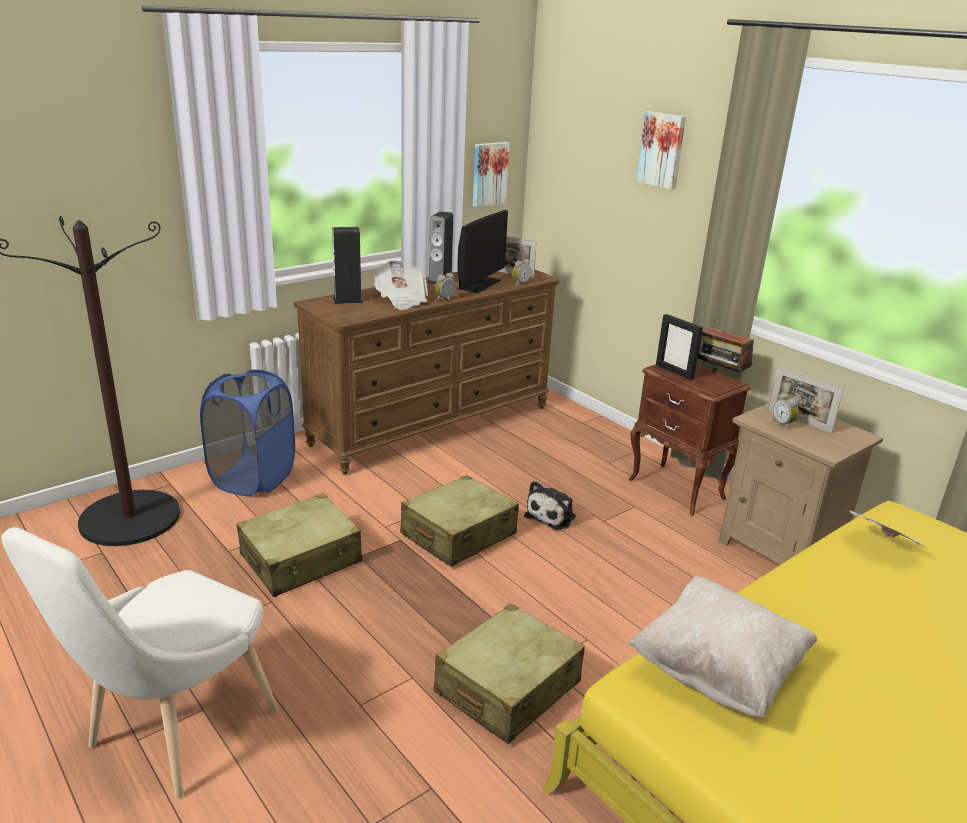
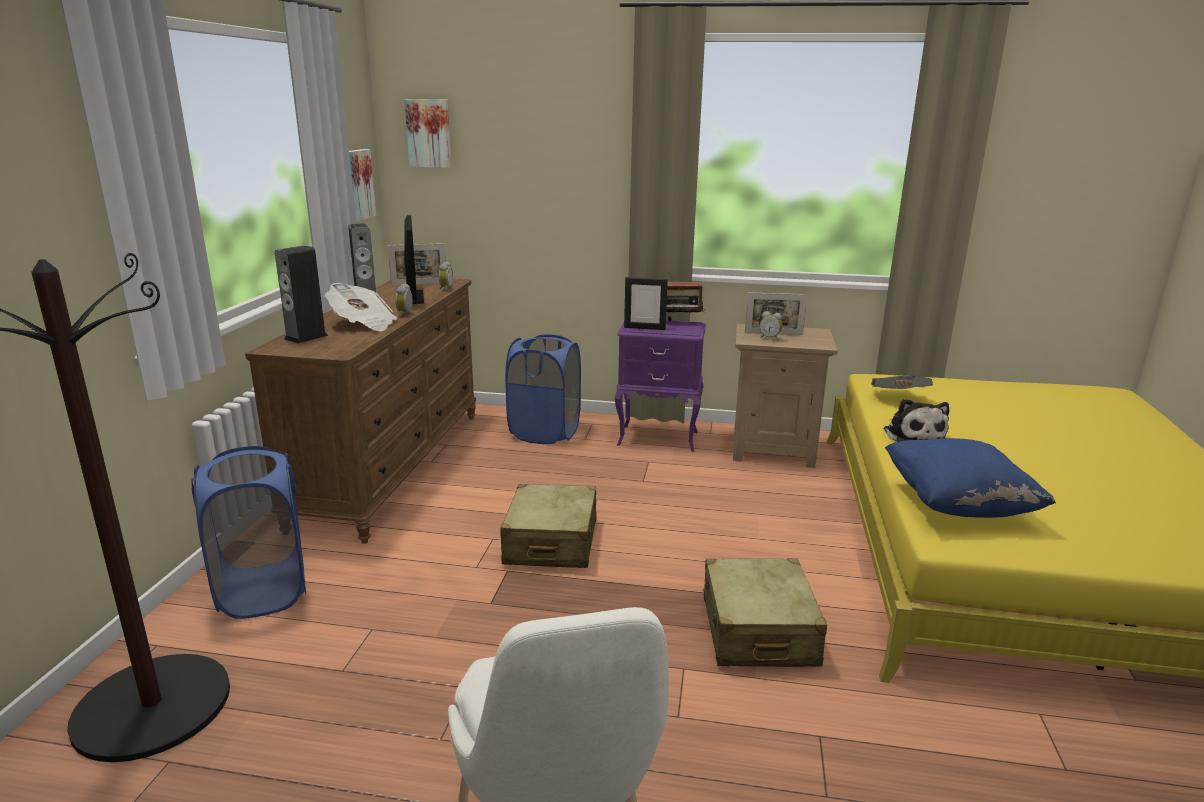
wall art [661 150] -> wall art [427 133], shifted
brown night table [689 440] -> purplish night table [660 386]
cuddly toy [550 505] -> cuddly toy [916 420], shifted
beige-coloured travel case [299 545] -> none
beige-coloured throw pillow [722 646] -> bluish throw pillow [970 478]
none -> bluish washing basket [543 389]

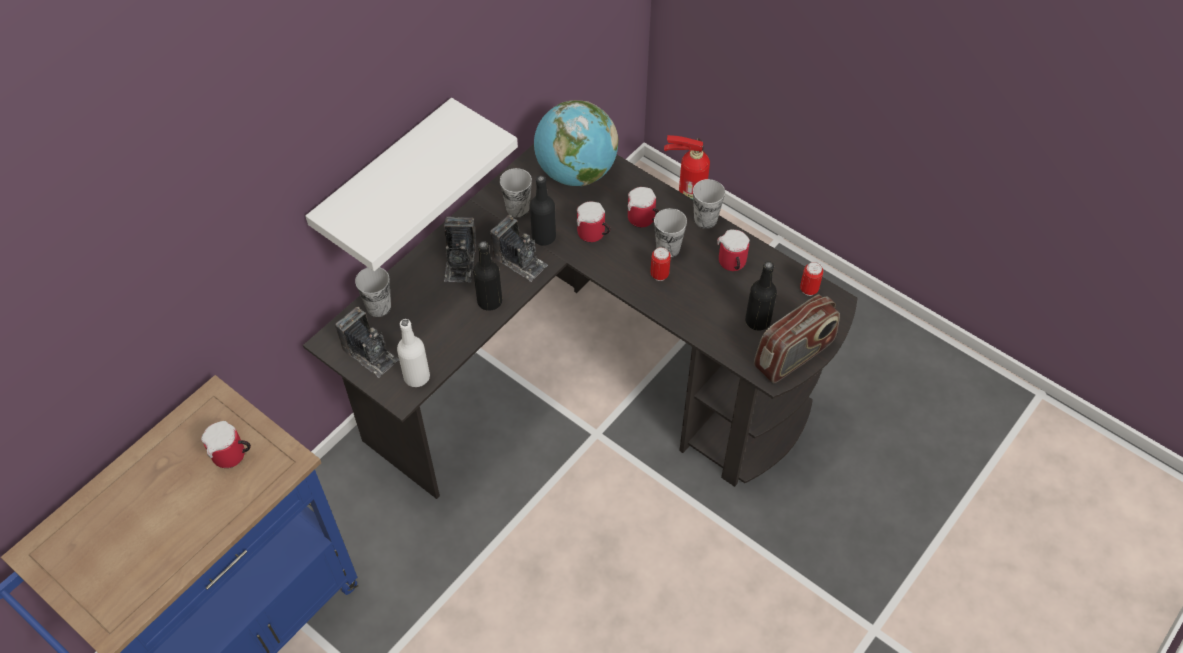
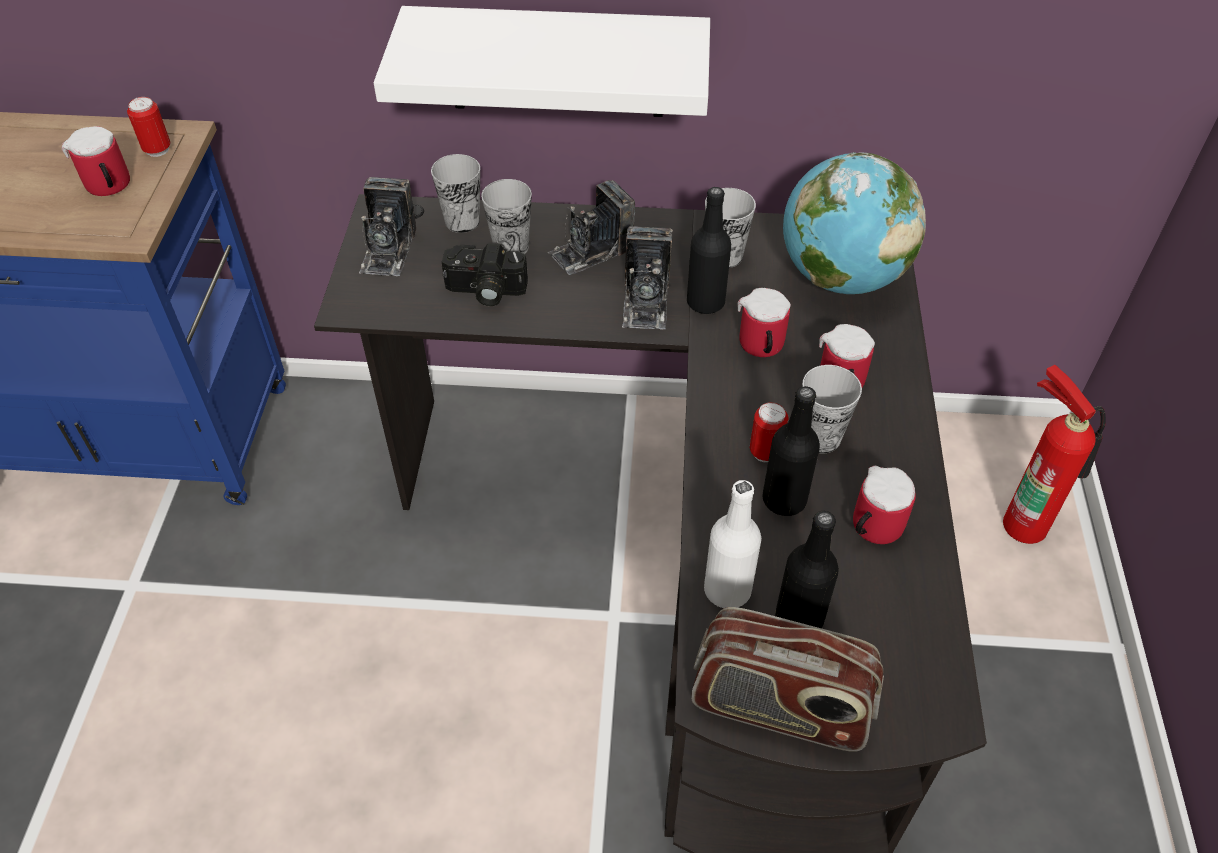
drinking cup [709 204] -> drinking cup [506 216], shifted
black-coloured drink bottle [487 276] -> black-coloured drink bottle [791 451], shifted
can [811 279] -> can [148 127], shifted
whitish drink bottle [413 353] -> whitish drink bottle [732 544], shifted
none -> photo camera [485 275]

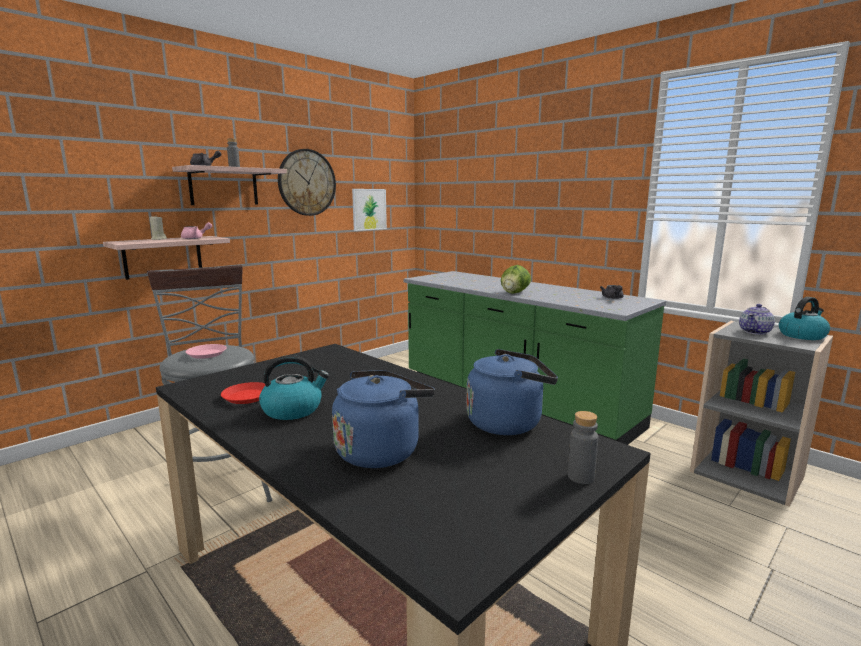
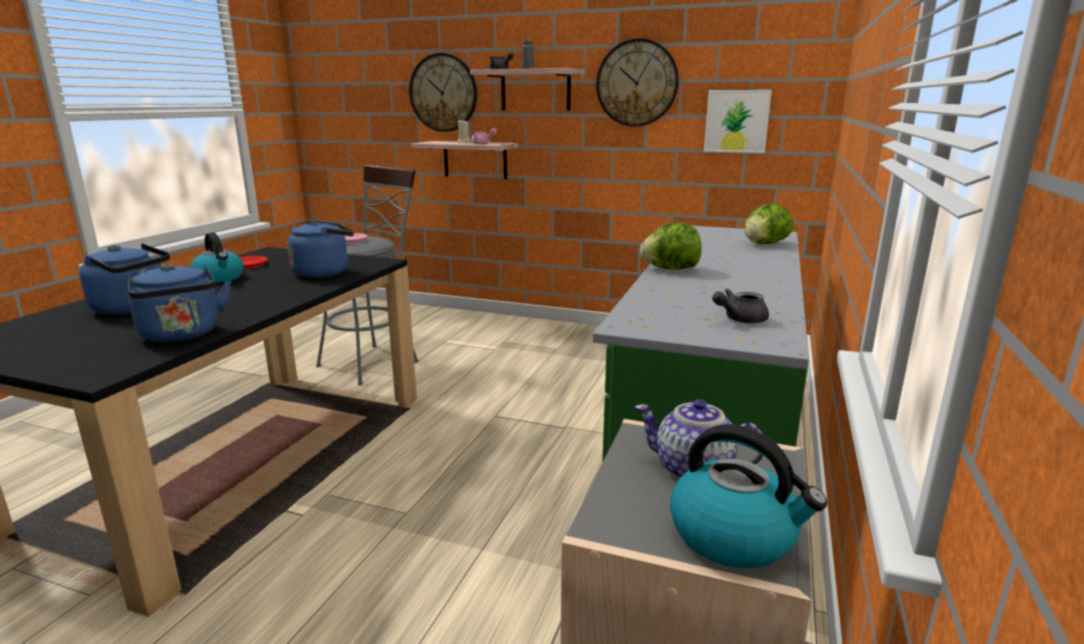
greyish drink bottle [583 447] -> none
none -> hanging clock [443 92]
none -> head of lettuce [769 223]
none -> bluish tea kettle [320 249]

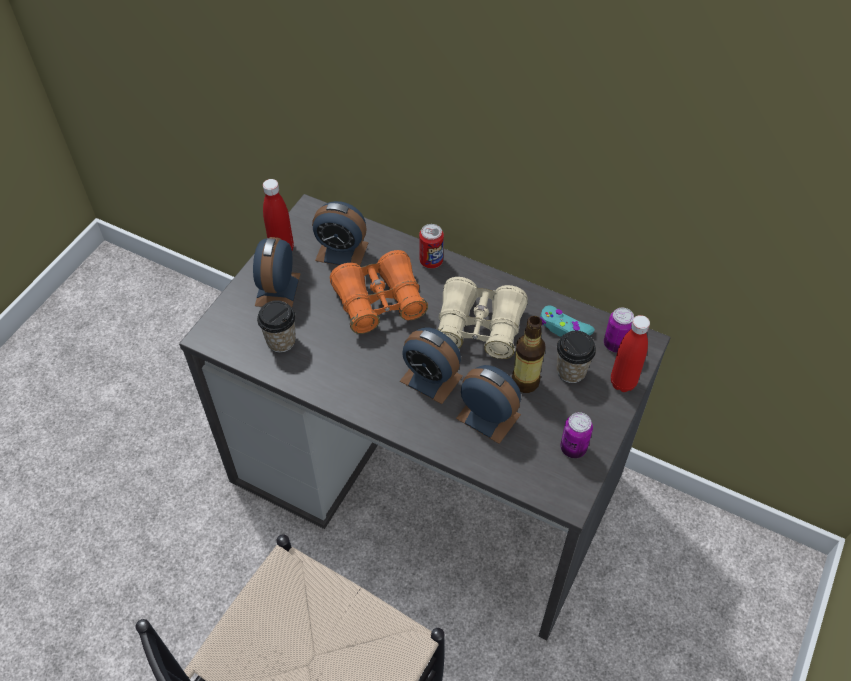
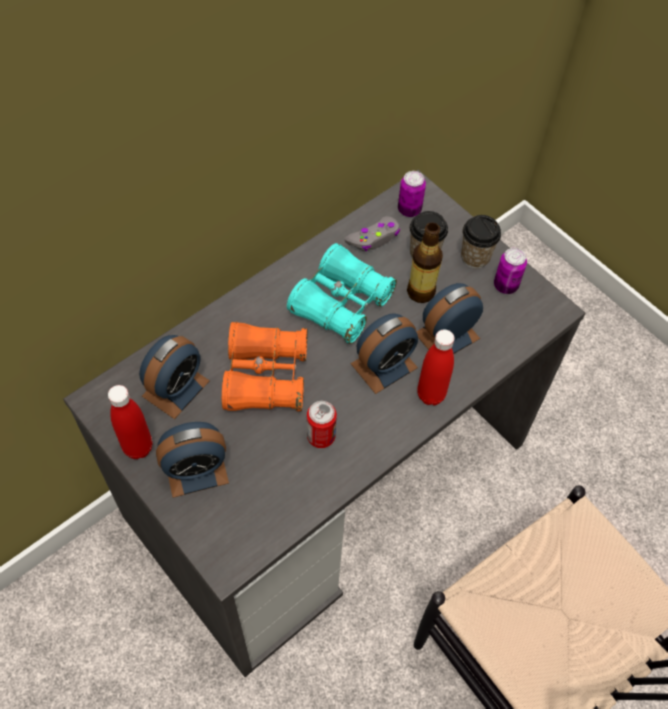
can [431 246] -> can [322 424], shifted
alarm clock [277 272] -> alarm clock [192 460], 45 degrees counterclockwise
beige-coloured binoculars [482 318] -> turquoise binoculars [342 293]
drinking cup [276 326] -> drinking cup [481 241], shifted
turquoise gamepad [567 321] -> greyish gamepad [372 234]
red-coloured drink bottle [630 353] -> red-coloured drink bottle [435 367], shifted

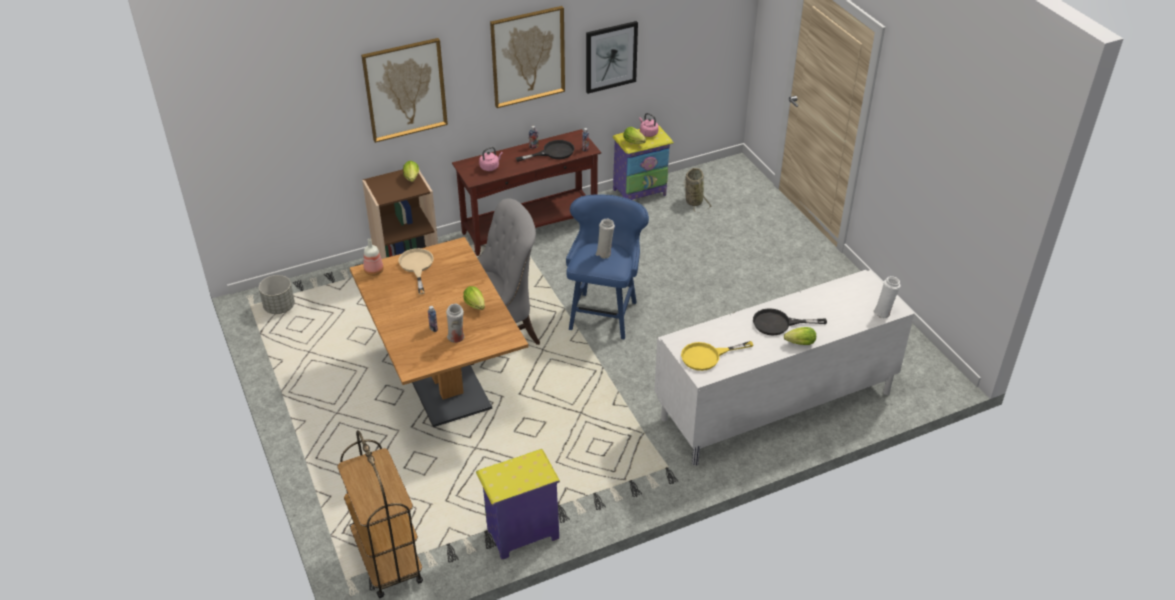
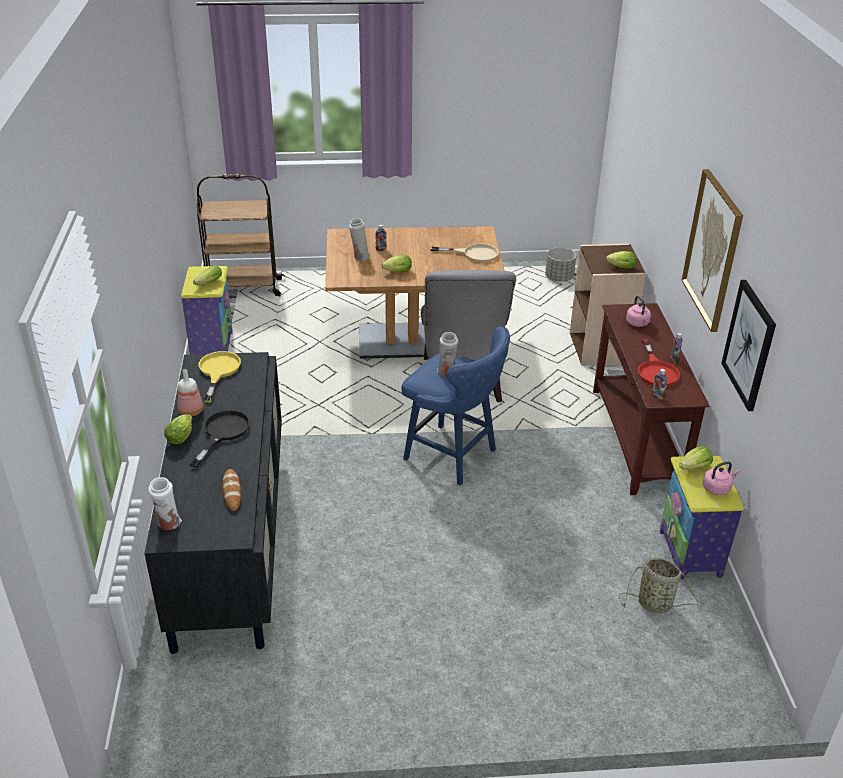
wall art [404 90] -> none
black-coloured frying pan [545 151] -> red-coloured frying pan [659 363]
drink bottle [373 257] -> drink bottle [190 392], shifted
whitish storage cabinet [784 368] -> black-coloured storage cabinet [213 503]
none -> head of lettuce [207 275]
none -> baked bread [231 490]

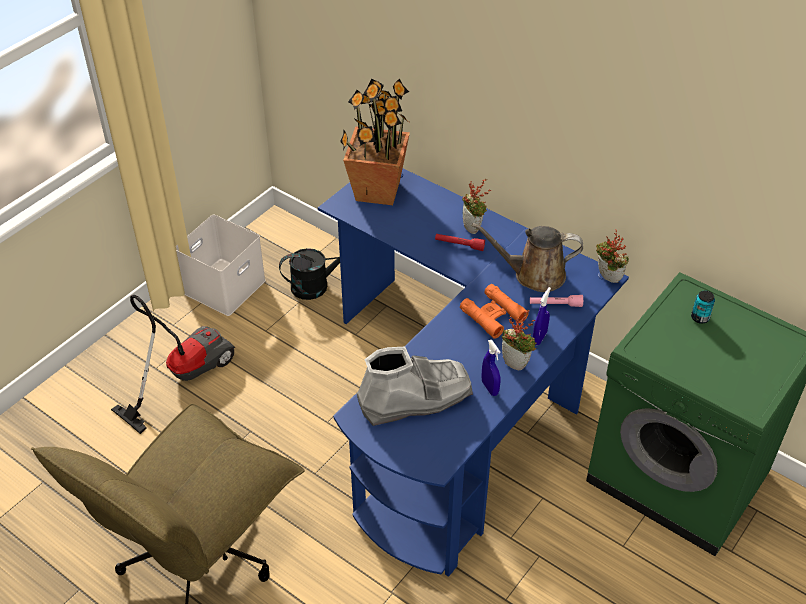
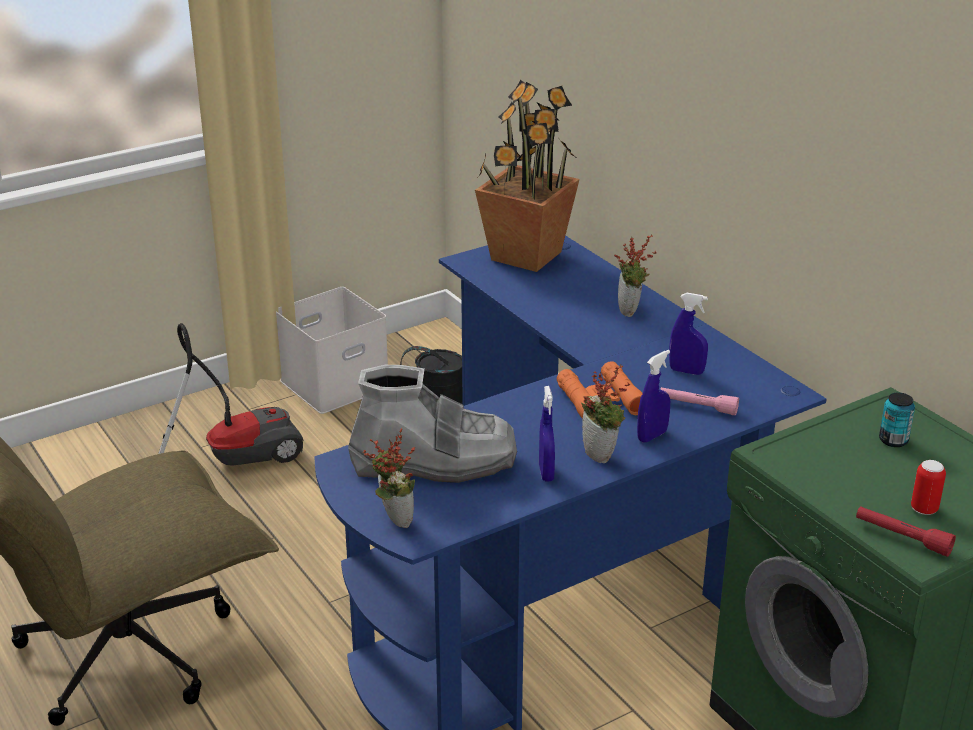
brown watering can [527 257] -> bluish spray bottle [688 334]
houseplant [612 256] -> houseplant [389 478], shifted
red-coloured hand torch [460 242] -> red-coloured hand torch [906 531], shifted
none -> can [928 487]

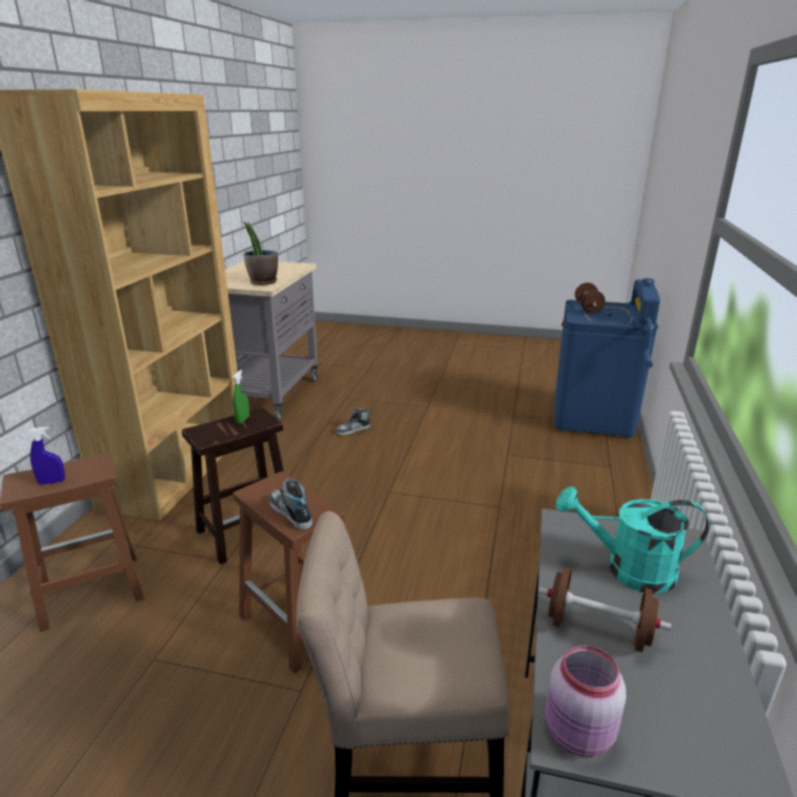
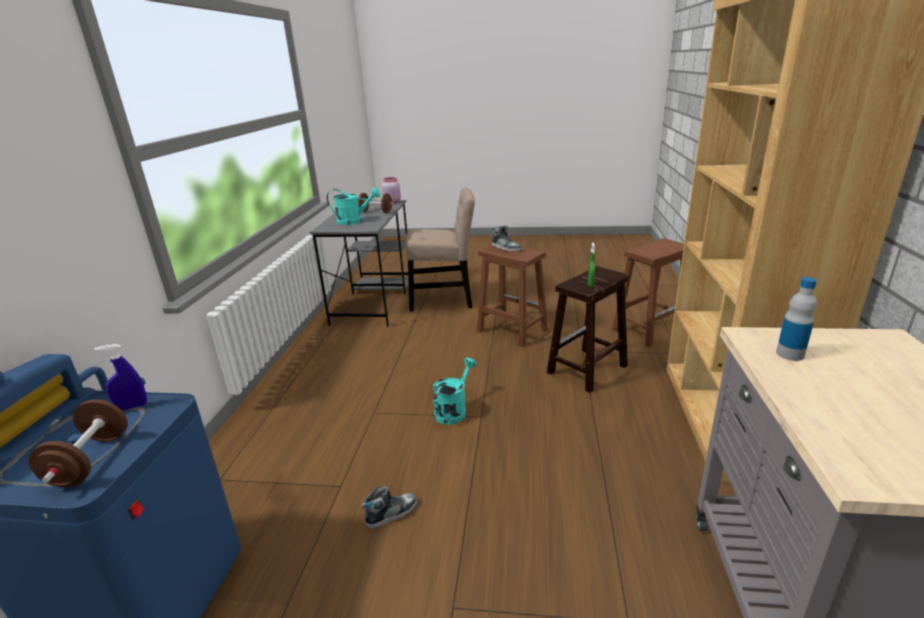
houseplant [260 253] -> drink bottle [796 319]
item of footwear [353 421] -> item of footwear [389 507], shifted
bluish spray bottle [46 456] -> bluish spray bottle [120 377], shifted
none -> turquoise watering can [455 391]

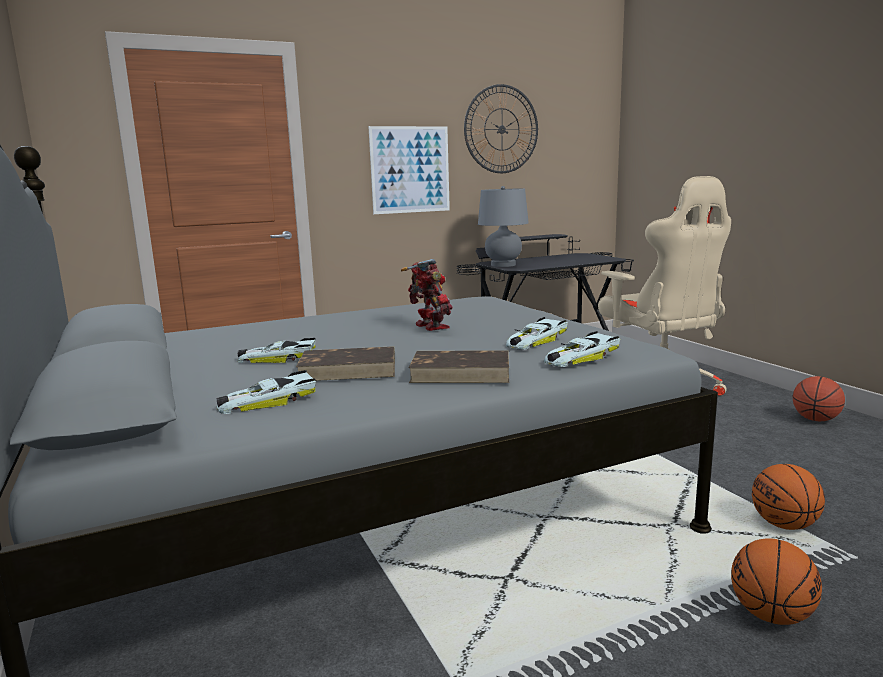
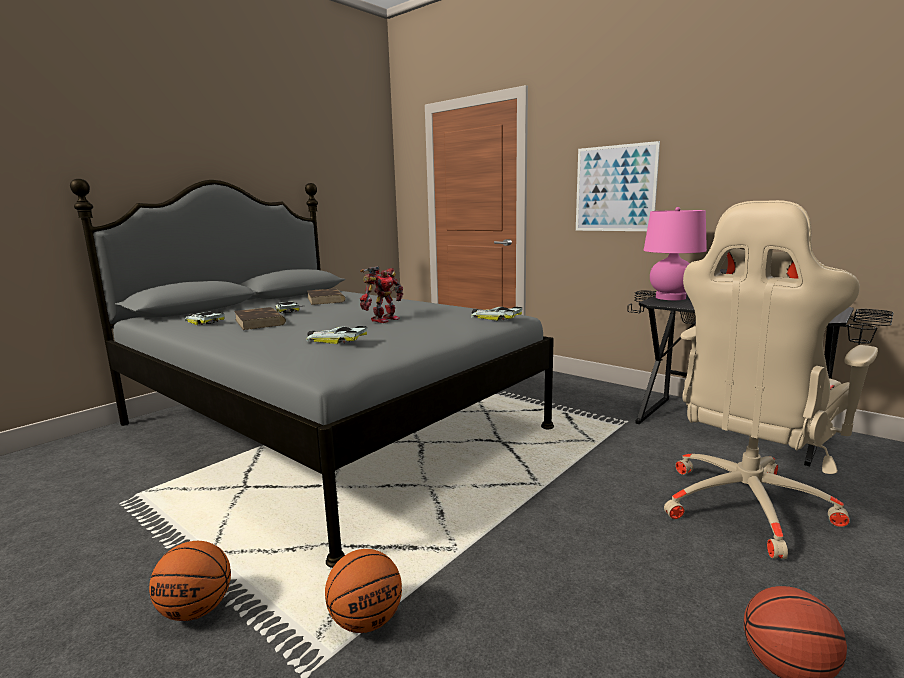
hanging clock [501 128] -> none
greyish table lamp [503 226] -> pink table lamp [675 253]
model car [582 349] -> model car [497 314], shifted
brown volume [459 366] -> brown volume [326 296], shifted

